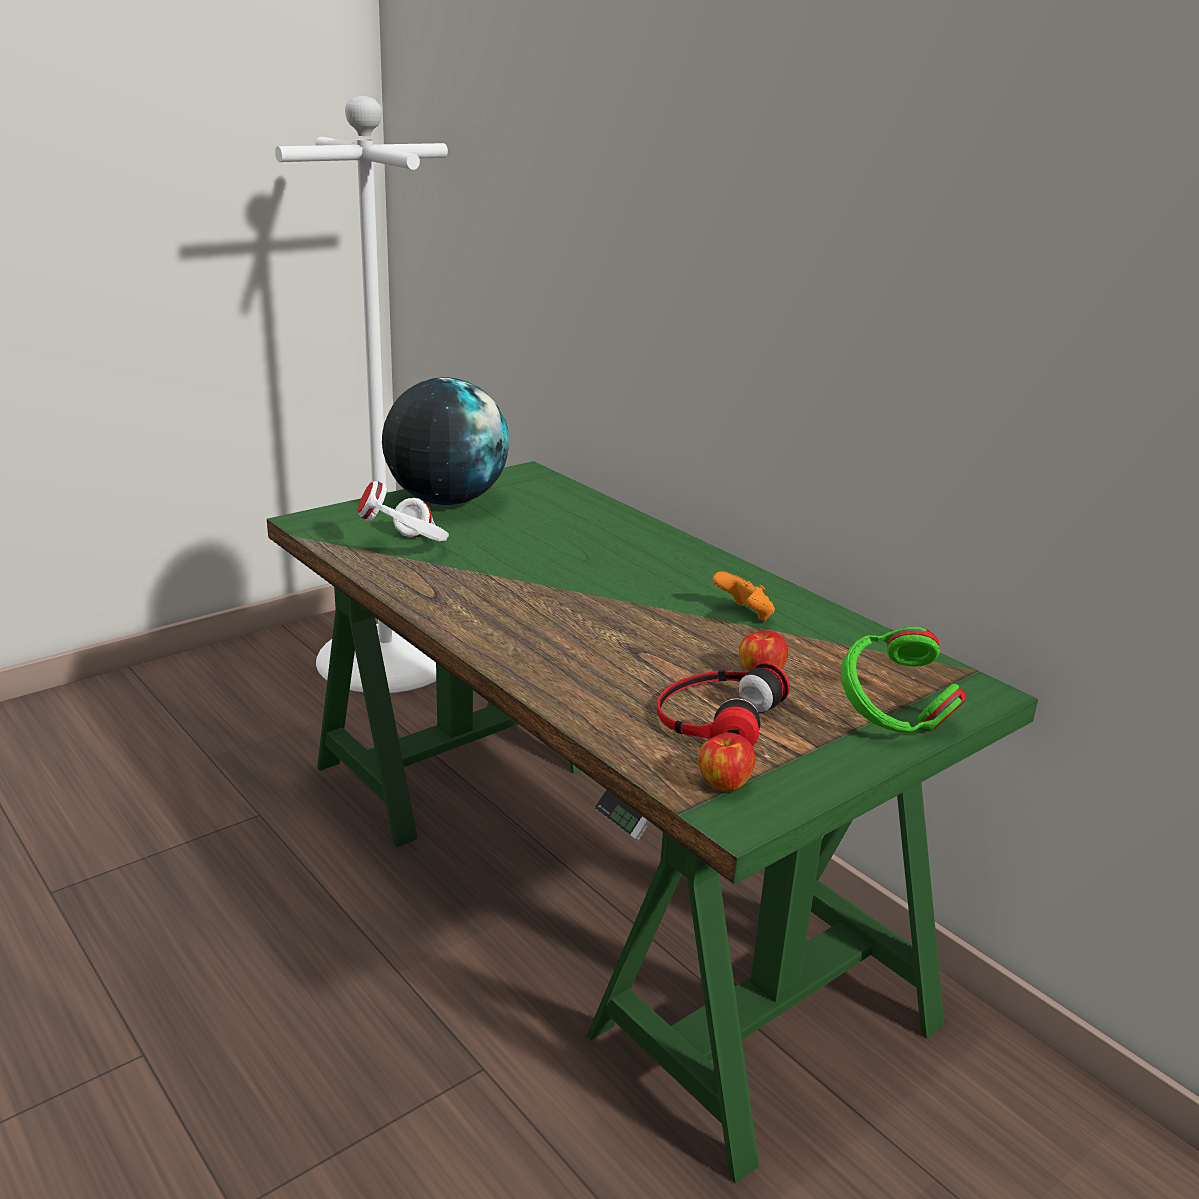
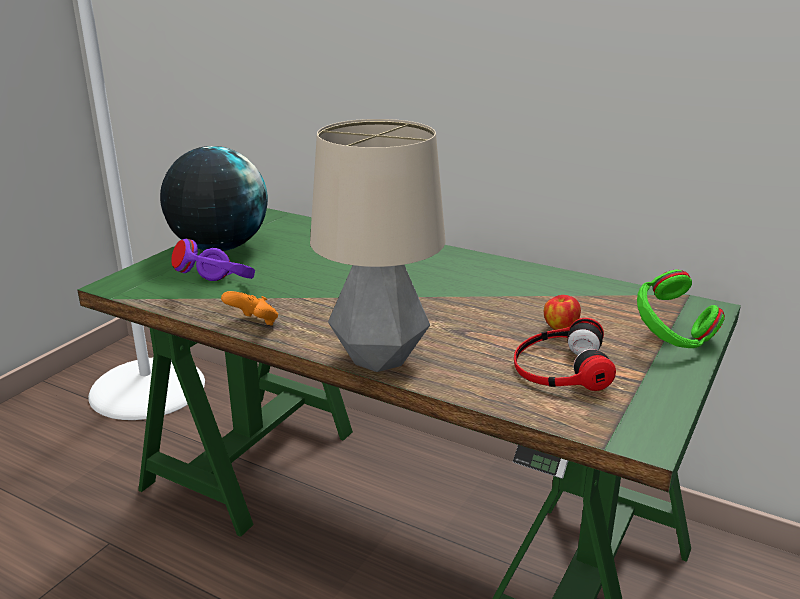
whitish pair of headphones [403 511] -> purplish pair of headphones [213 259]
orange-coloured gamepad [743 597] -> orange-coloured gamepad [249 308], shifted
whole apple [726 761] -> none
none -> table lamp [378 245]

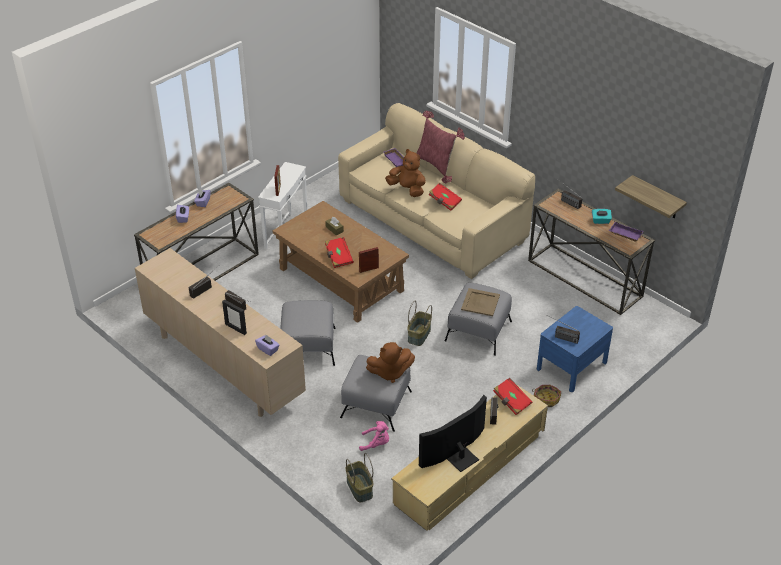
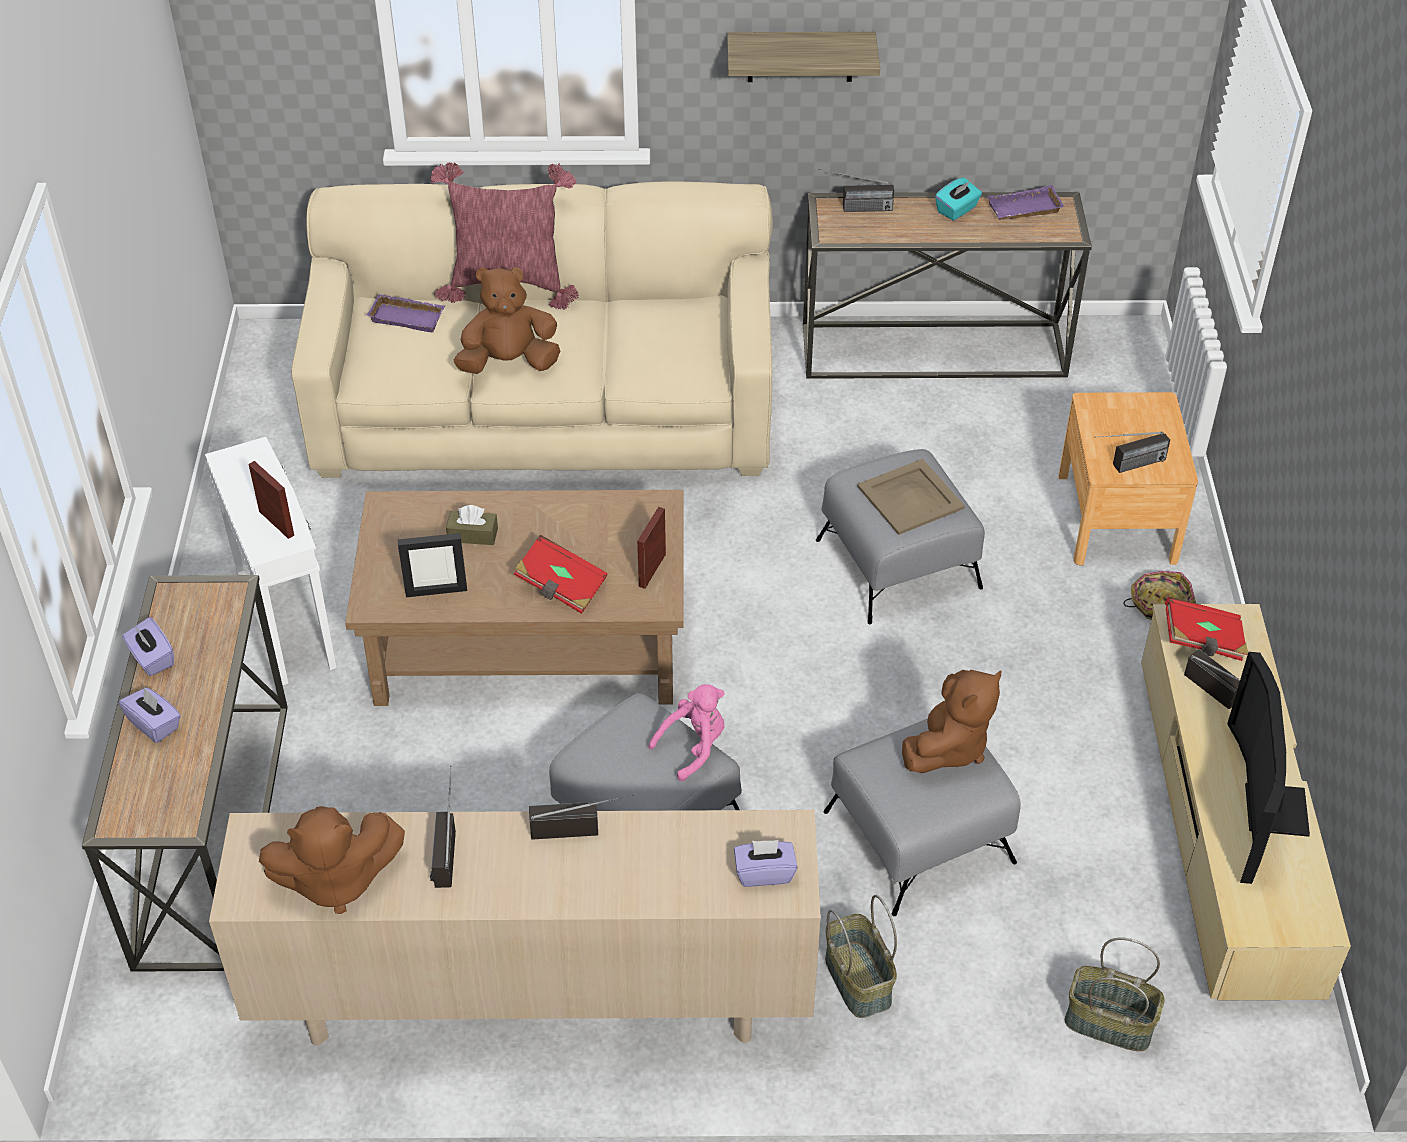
wall shelf [651 196] -> wall shelf [803 57], shifted
red-coloured volume [445 197] -> none
standing frame [234 317] -> standing frame [432 565], shifted
household basket [419 323] -> household basket [861 956], shifted
bluish night table [575 349] -> brown night table [1128 478]
pink cuddly toy [374 436] -> pink cuddly toy [686 732], shifted
none -> brown cuddly toy [332 860]

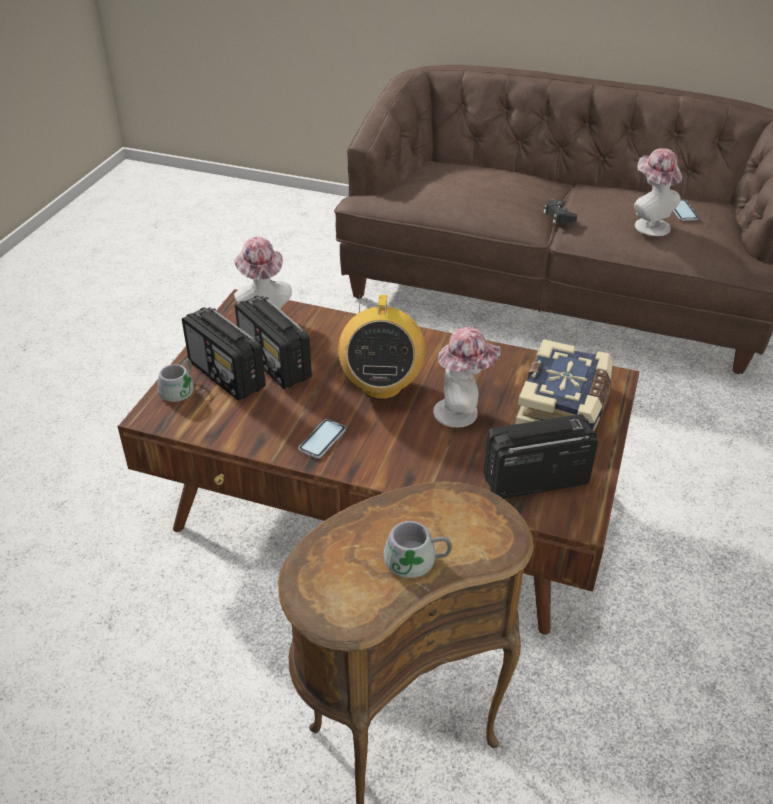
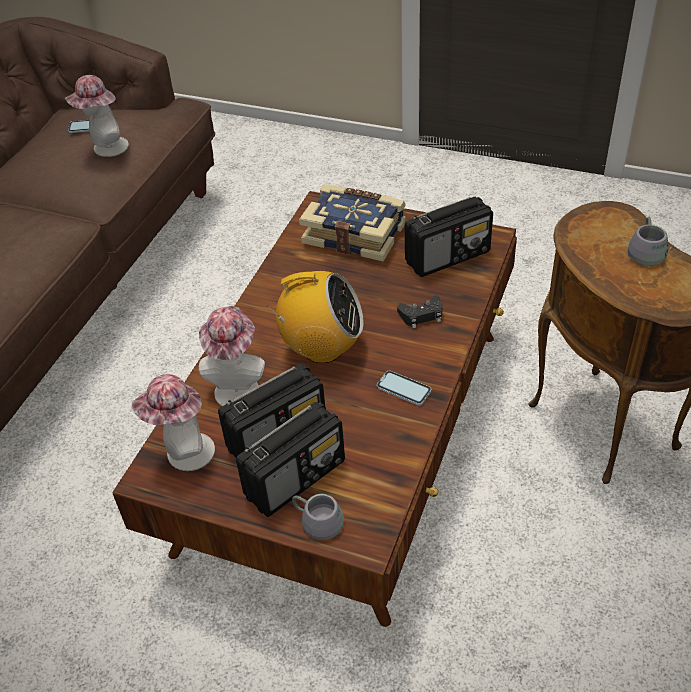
black-coloured gamepad [561 212] -> black-coloured gamepad [420 311], shifted
clothing hat [467 377] -> clothing hat [232 356], shifted
radio set [540 456] -> radio set [449 237], 105 degrees counterclockwise

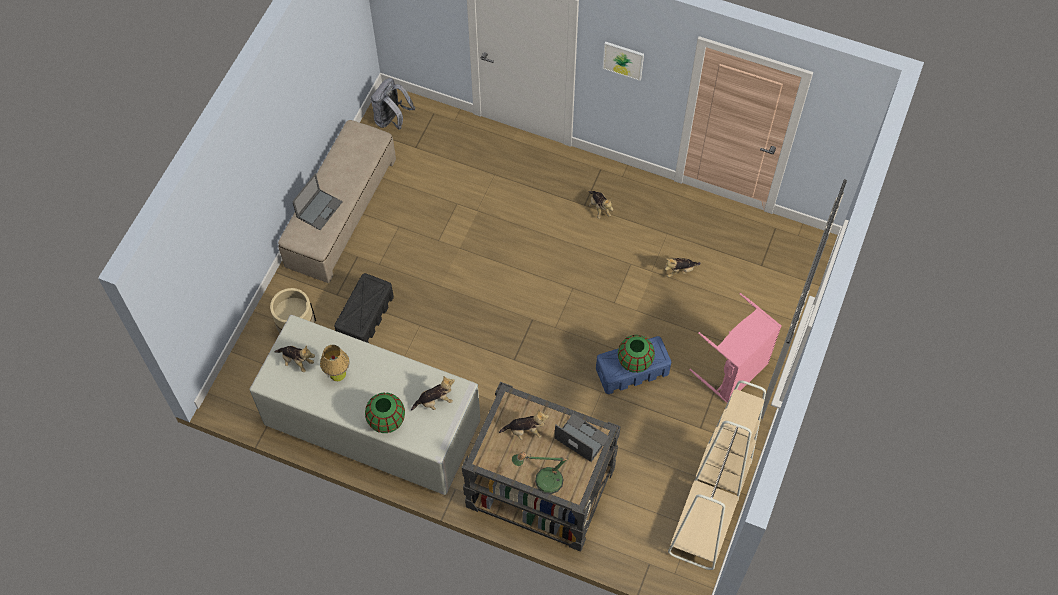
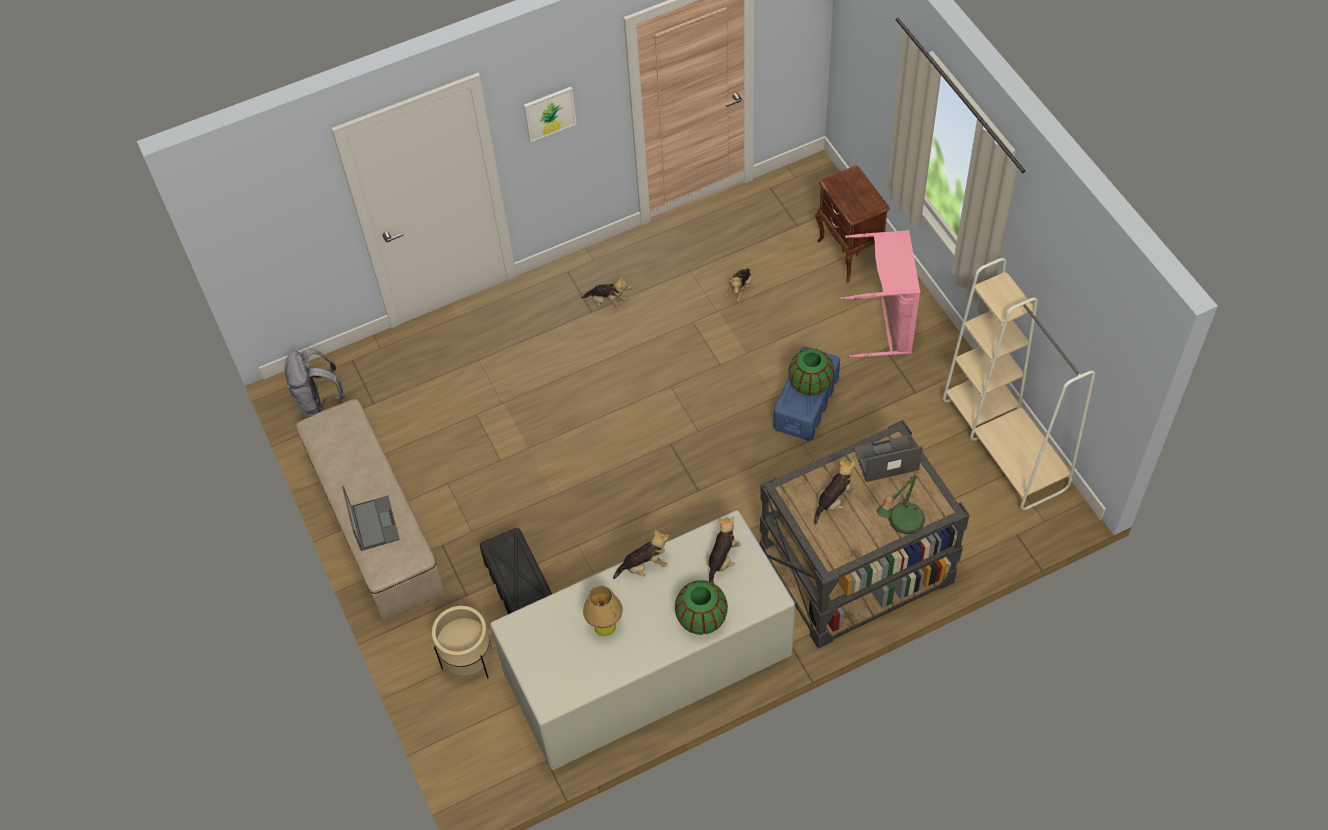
cuddly toy [295 358] -> cuddly toy [641 554], shifted
none -> brown night table [852 224]

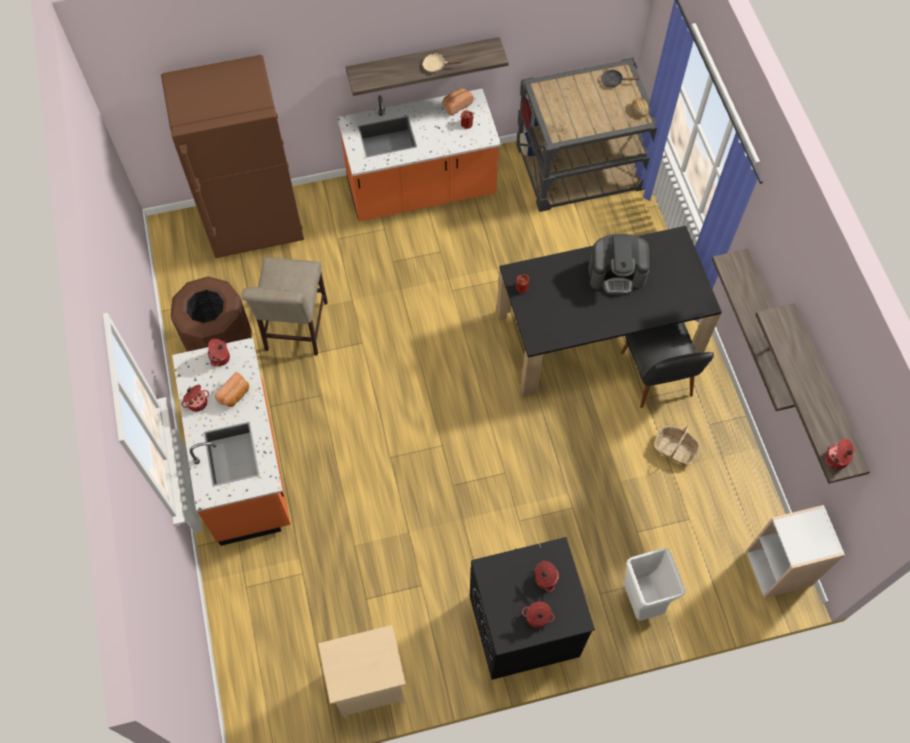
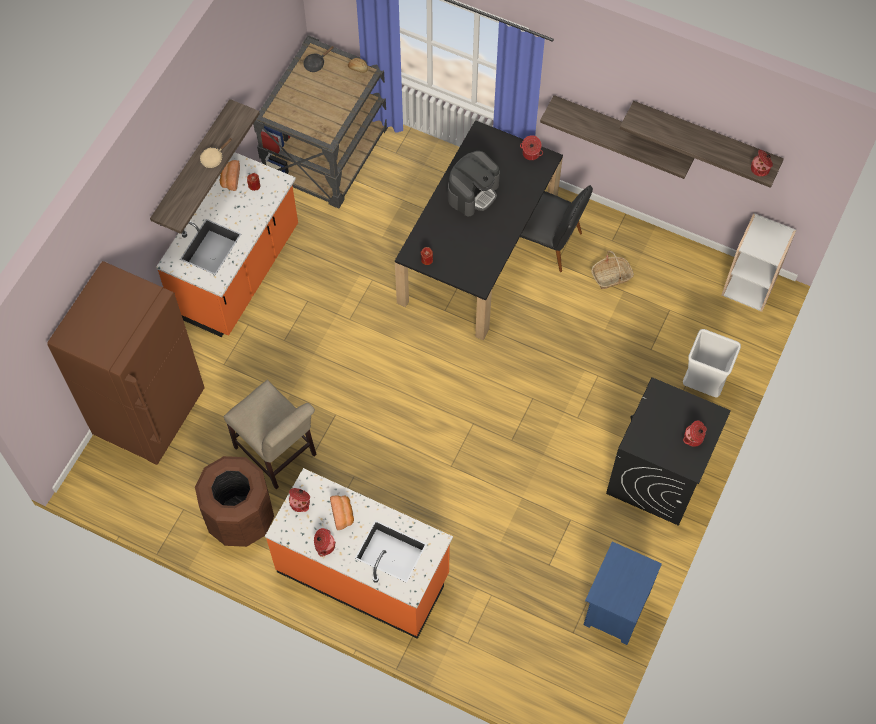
cooking pot [547 576] -> cooking pot [531 147], shifted
beige-coloured night table [362 672] -> bluish night table [623 593]

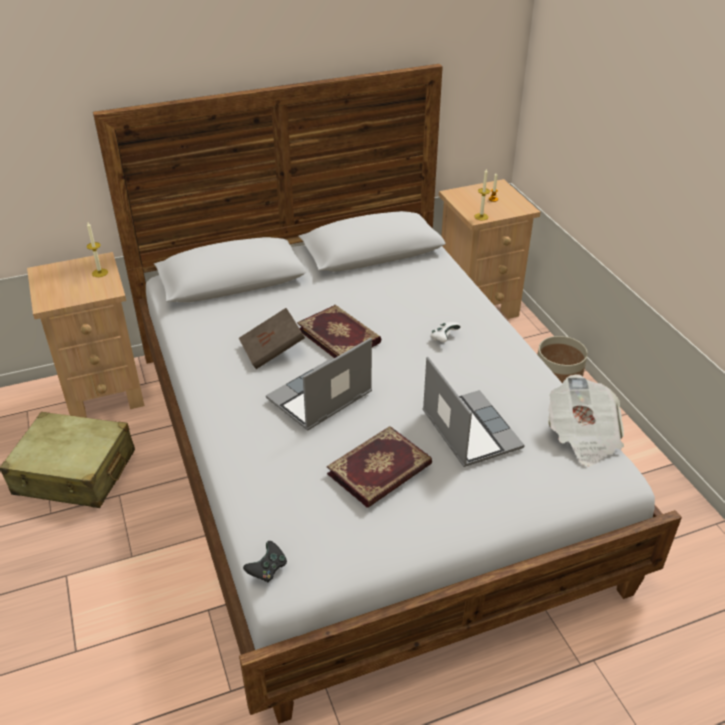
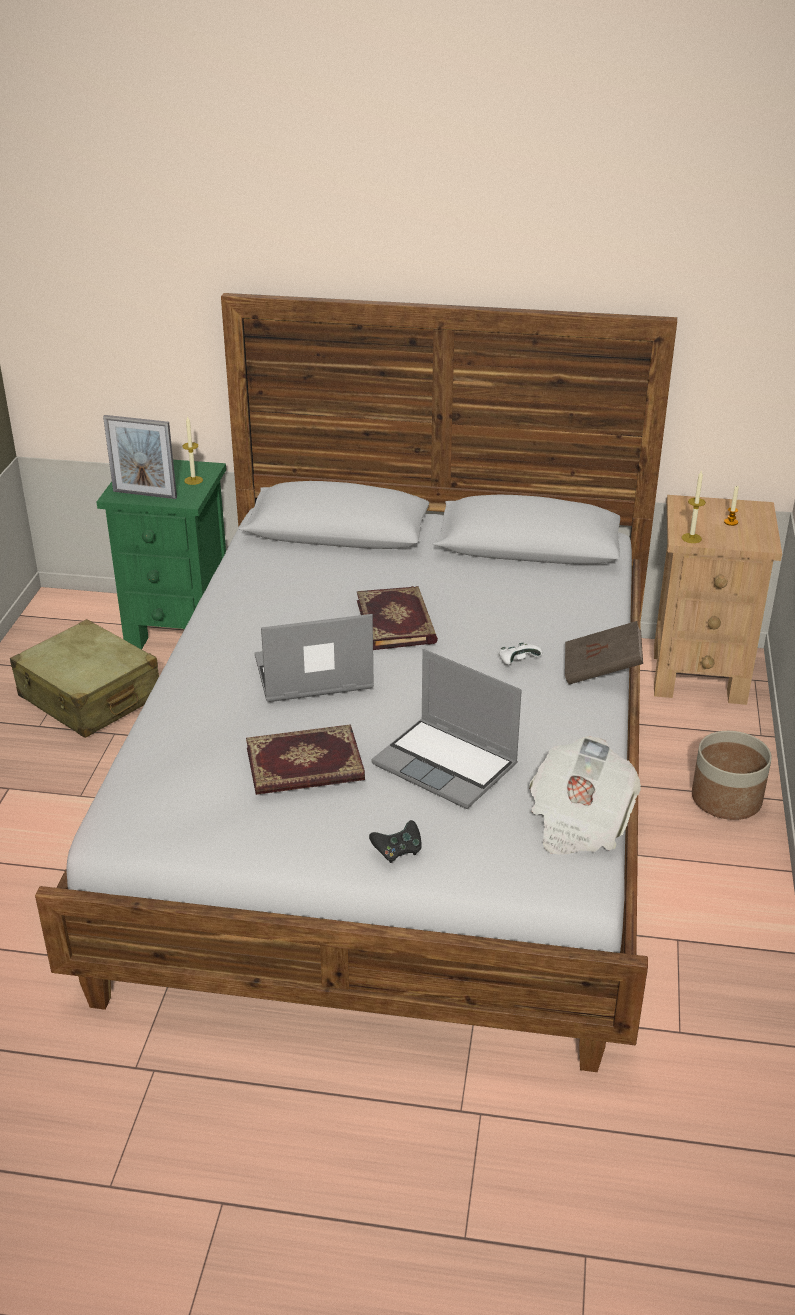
beige-coloured night table [86 335] -> green-coloured night table [161 554]
brown volume [272 338] -> brown volume [604 653], shifted
laptop [473 412] -> laptop [446 729], 120 degrees clockwise
black-coloured gamepad [265 561] -> black-coloured gamepad [395 841], shifted
none -> standing frame [140 457]

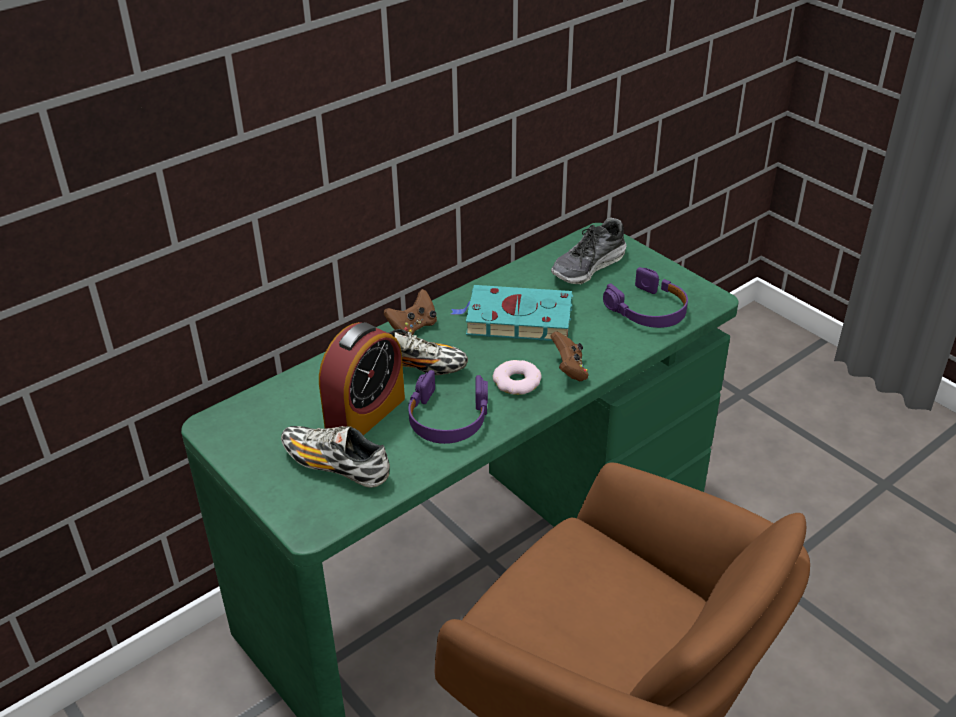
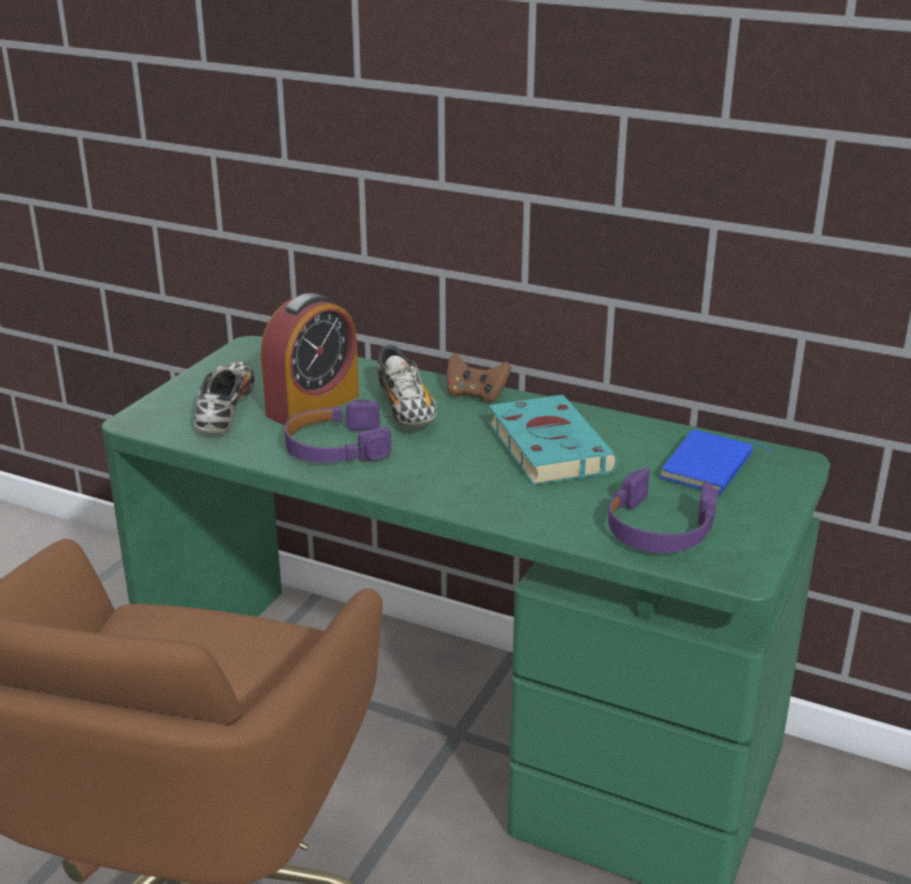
item of footwear [589 250] -> bluish volume [715 462]
alarm clock [362 379] -> alarm clock [310 359], 60 degrees counterclockwise
brown gamepad [569 356] -> none
doughnut [517 377] -> none

